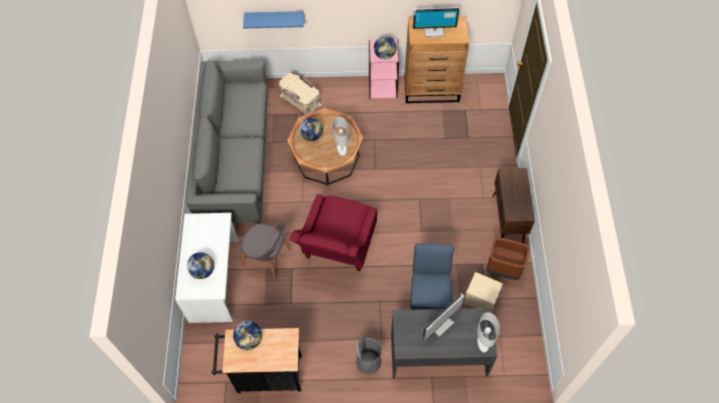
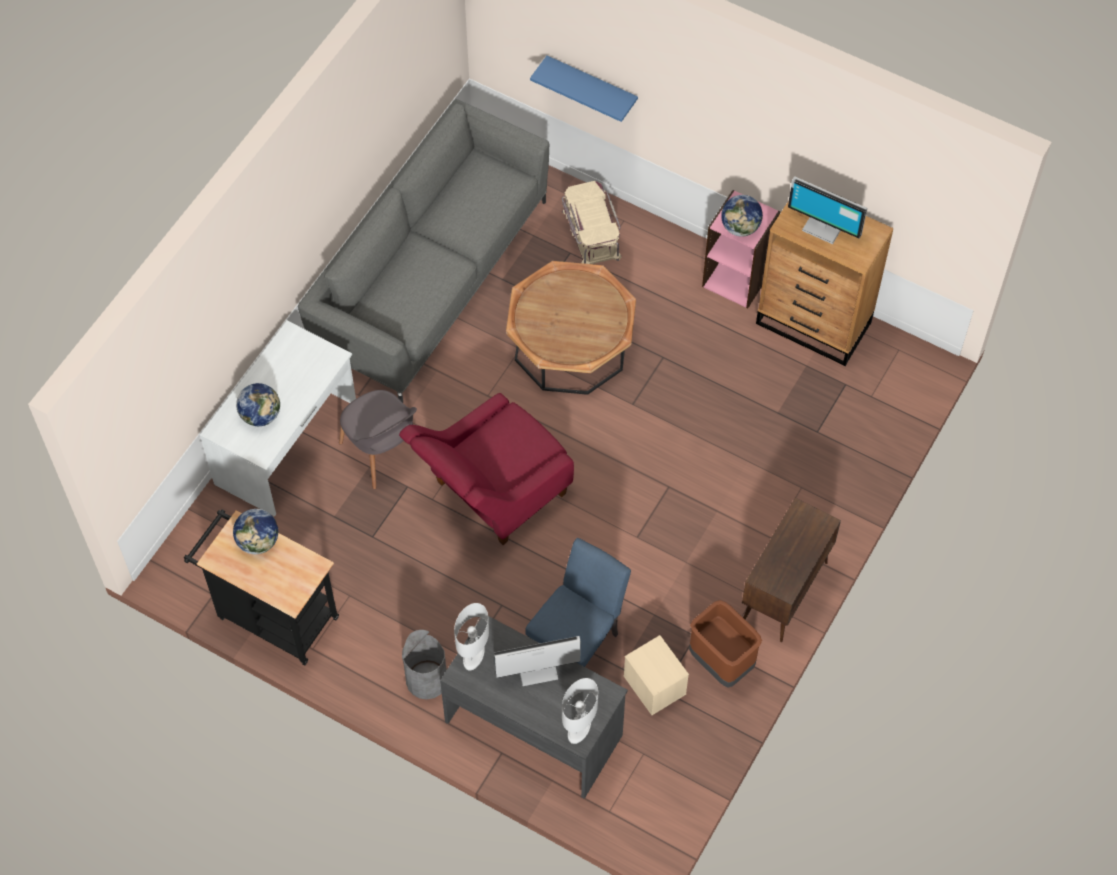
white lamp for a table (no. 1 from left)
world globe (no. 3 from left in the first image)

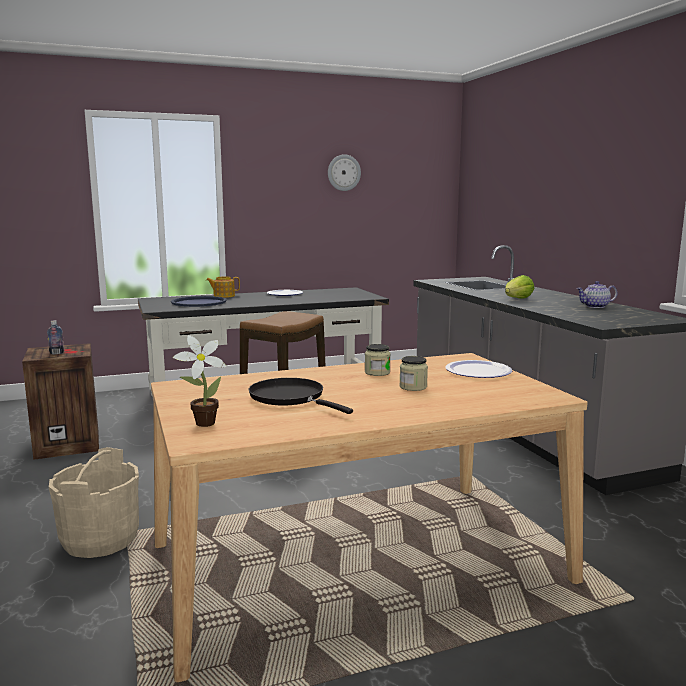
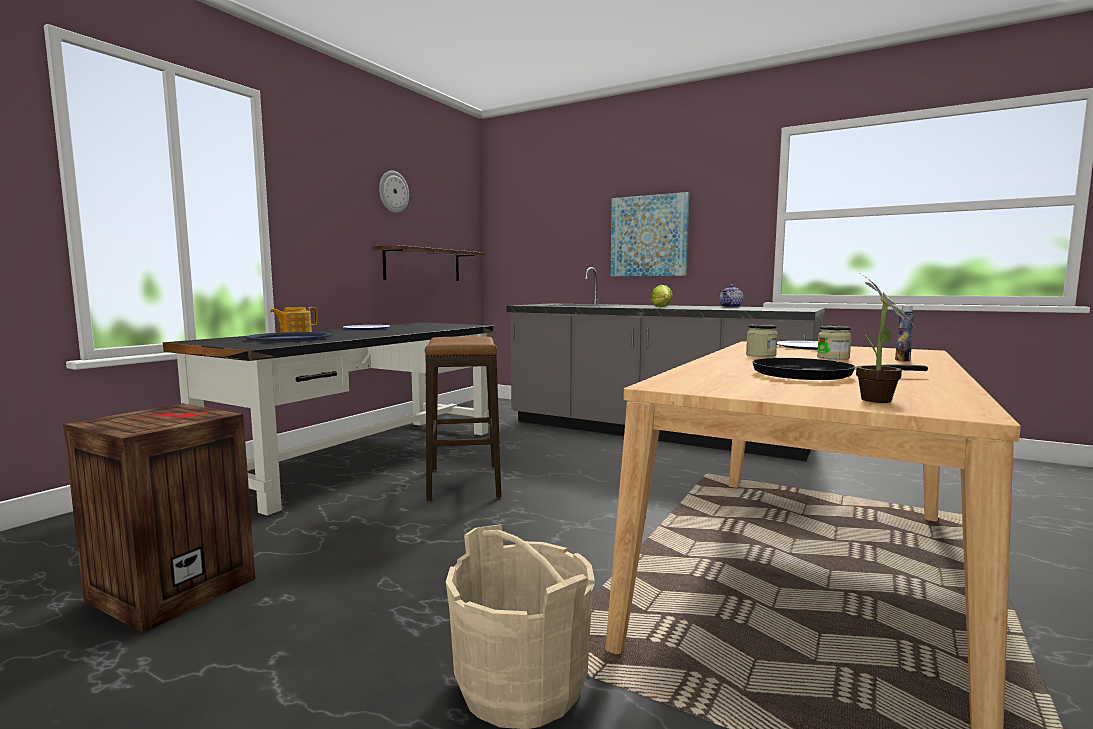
wall shelf
picture
drink bottle

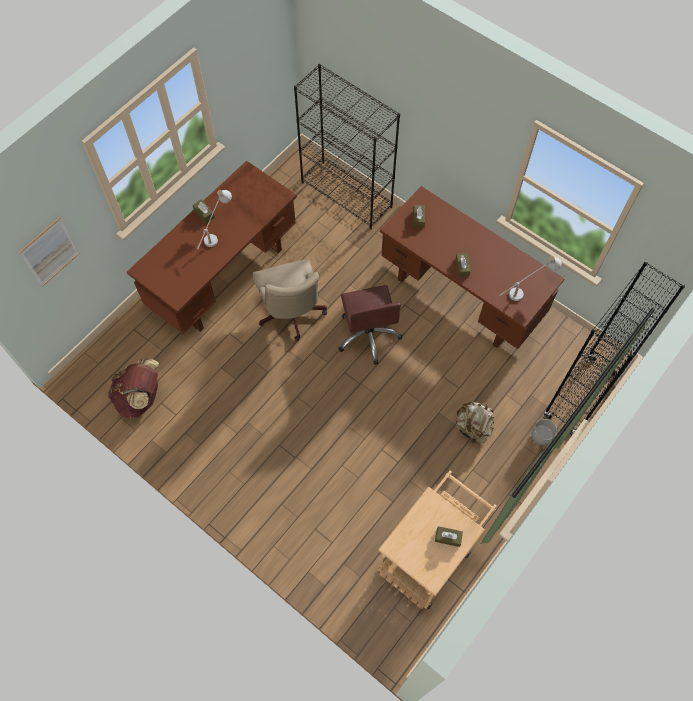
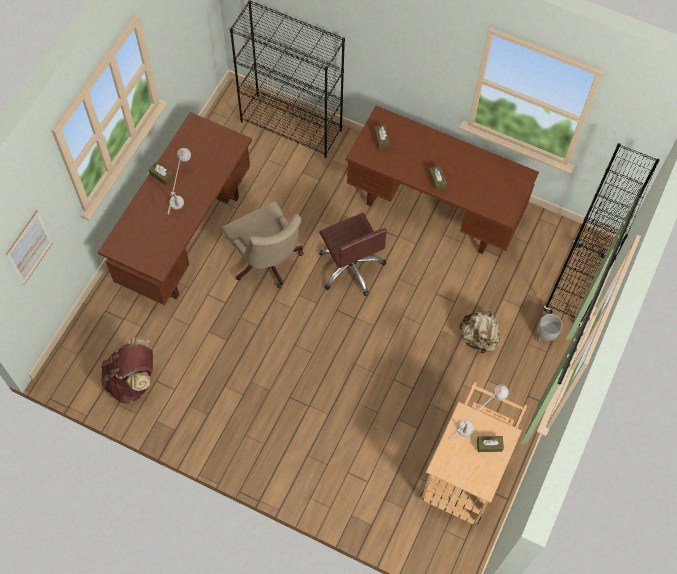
white lamp for a table (no. 2 from left)

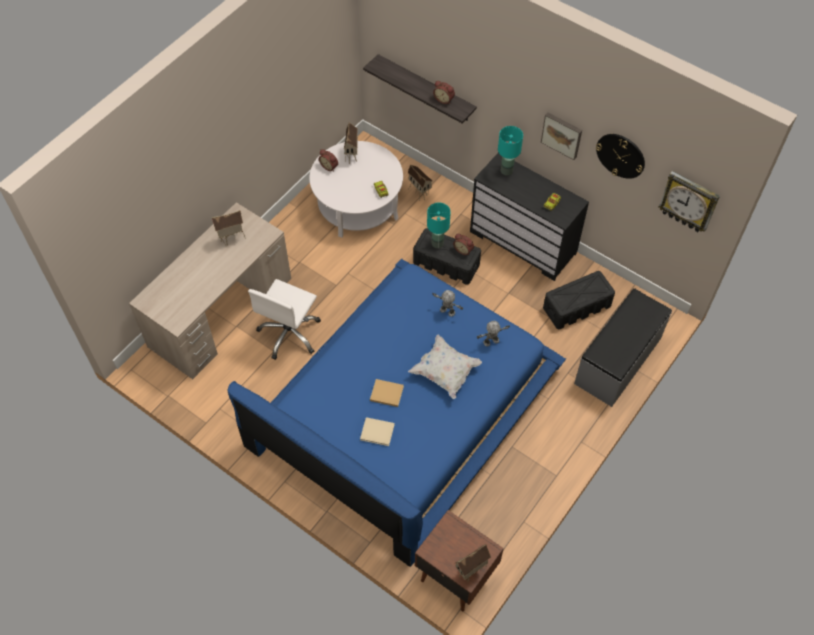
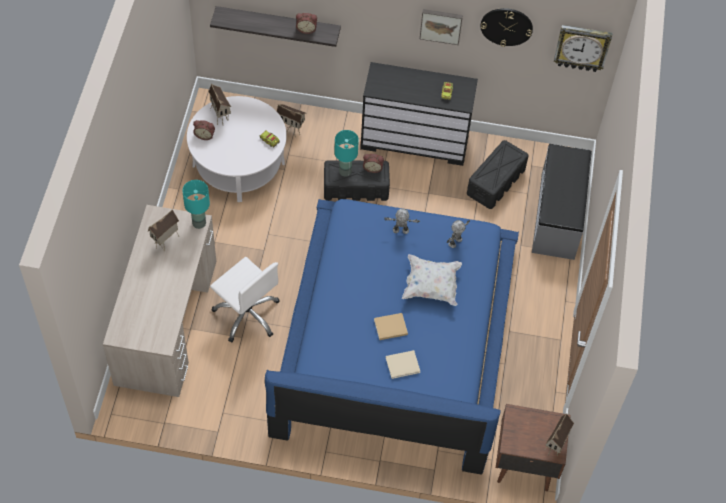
turquoise lamp for a table (no. 1 from left)
white office chair

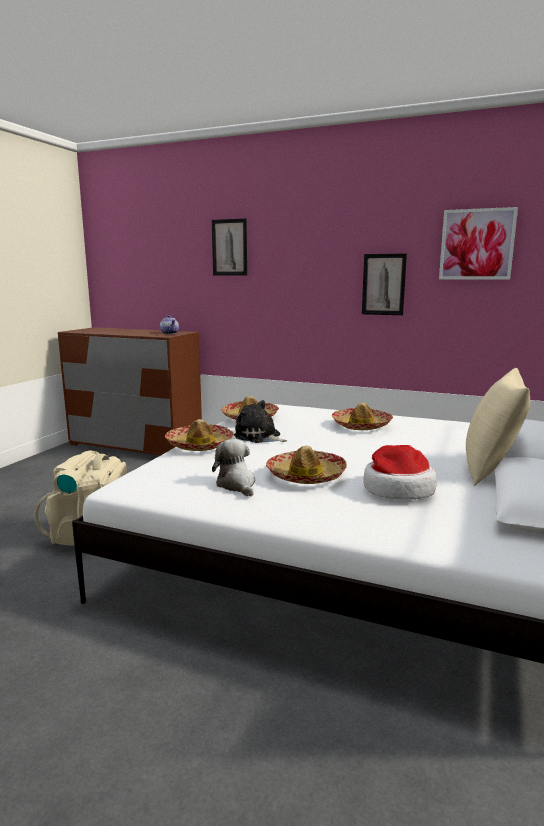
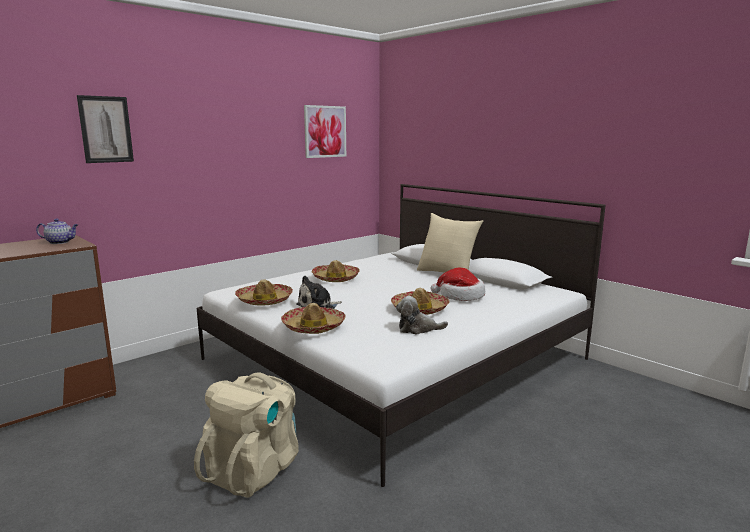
picture (no. 2 from left in the first image)

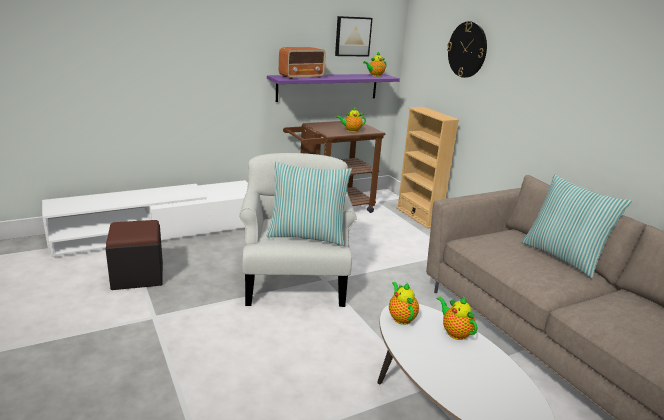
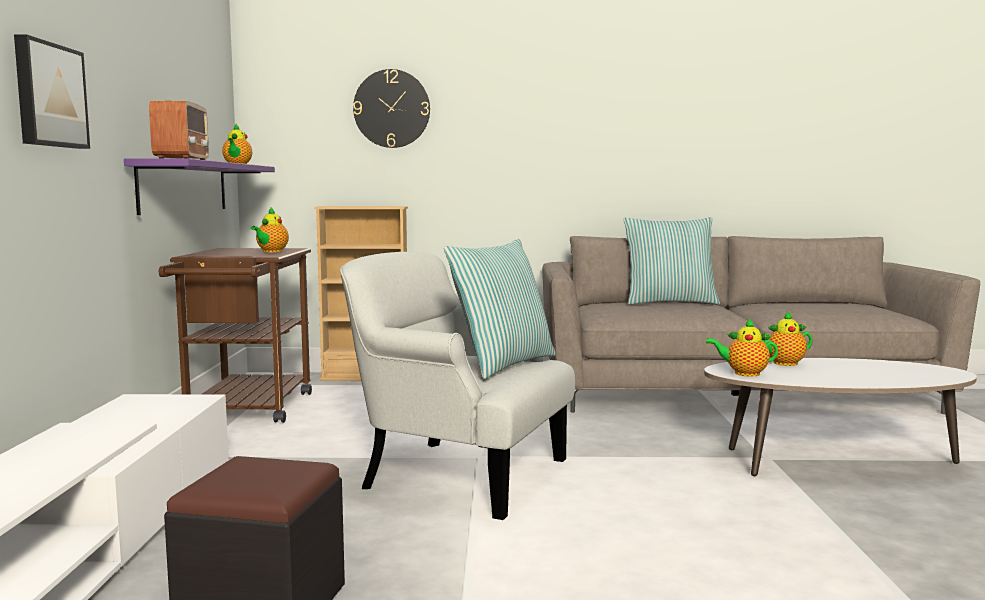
picture

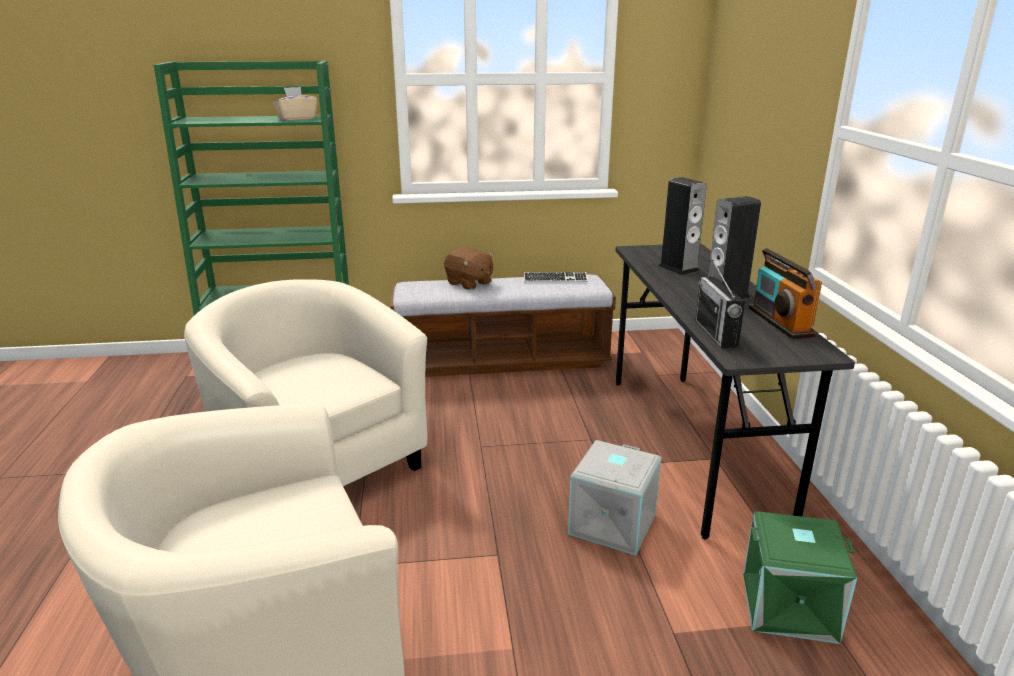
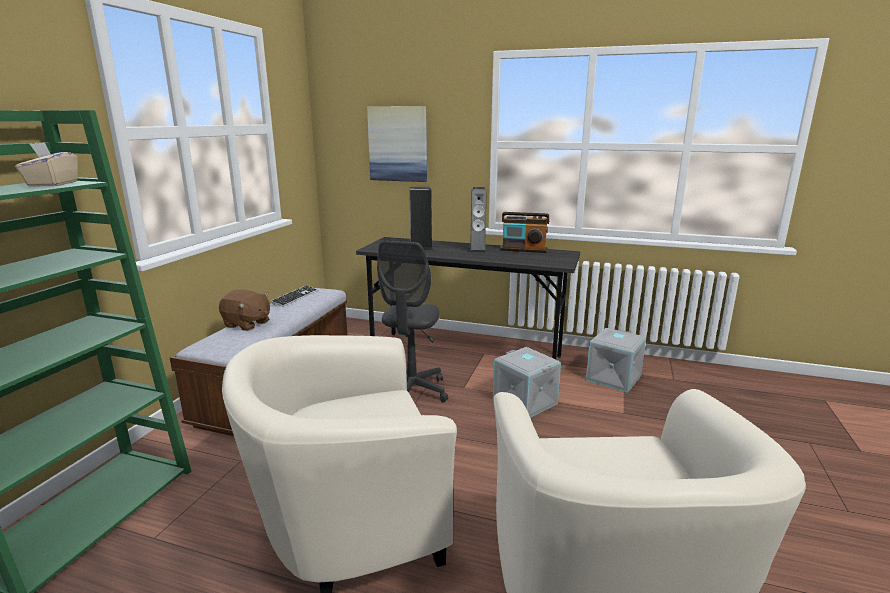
brownish soft toy
picture
gray office chair
gray storage container (no. 2 from left)
radio (no. 1 from left in the first image)

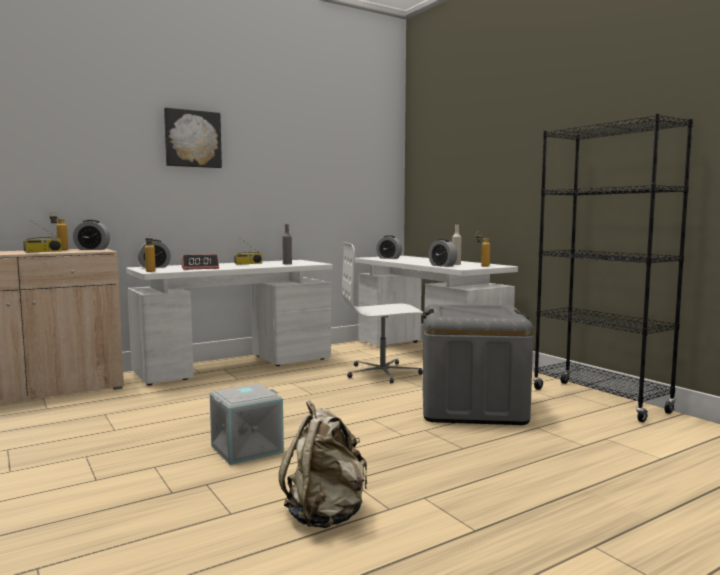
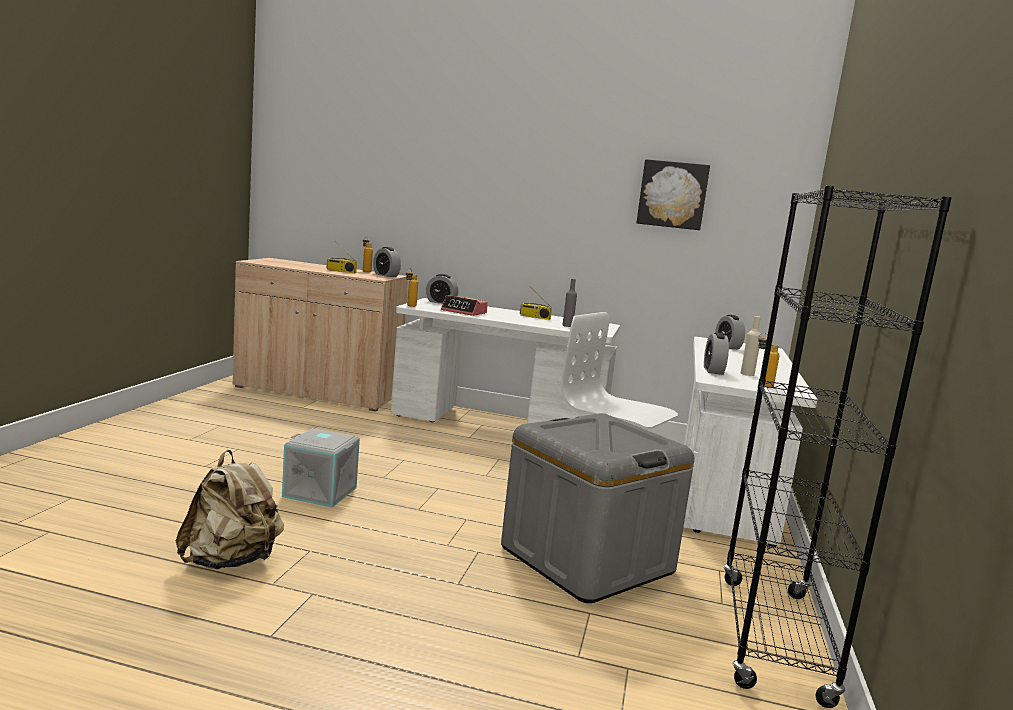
picture

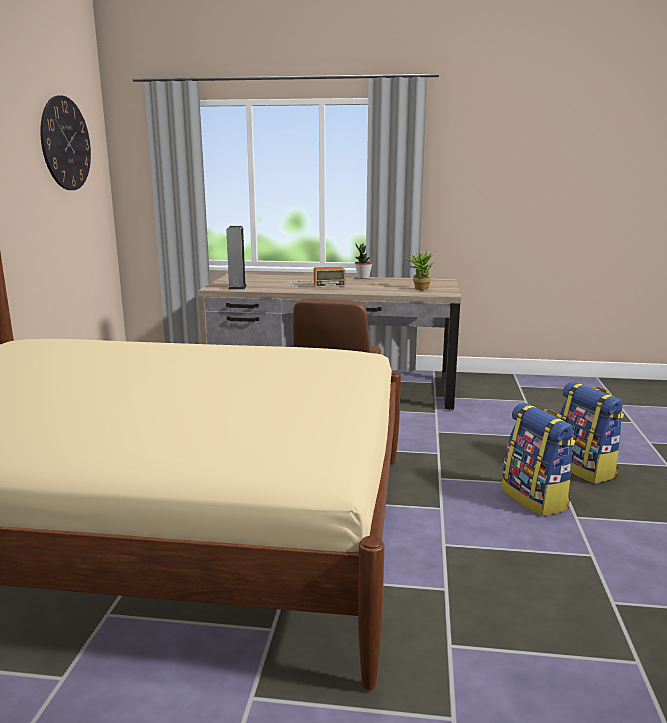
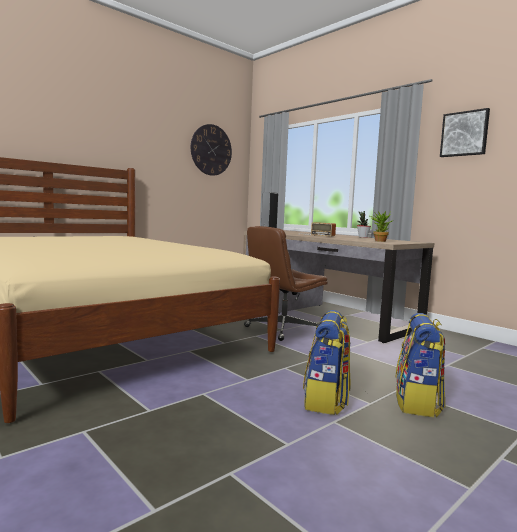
picture

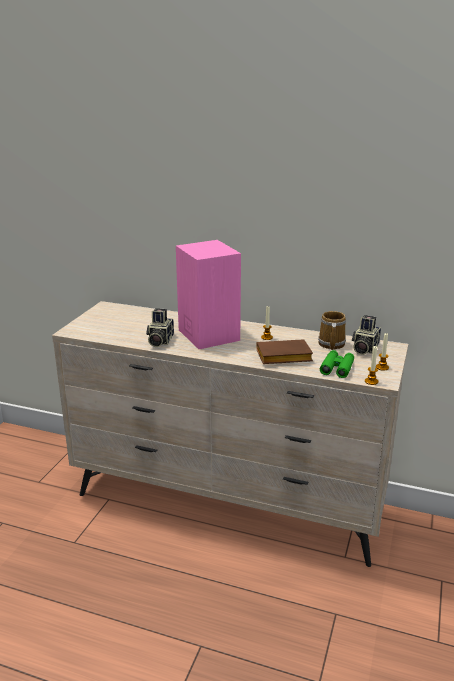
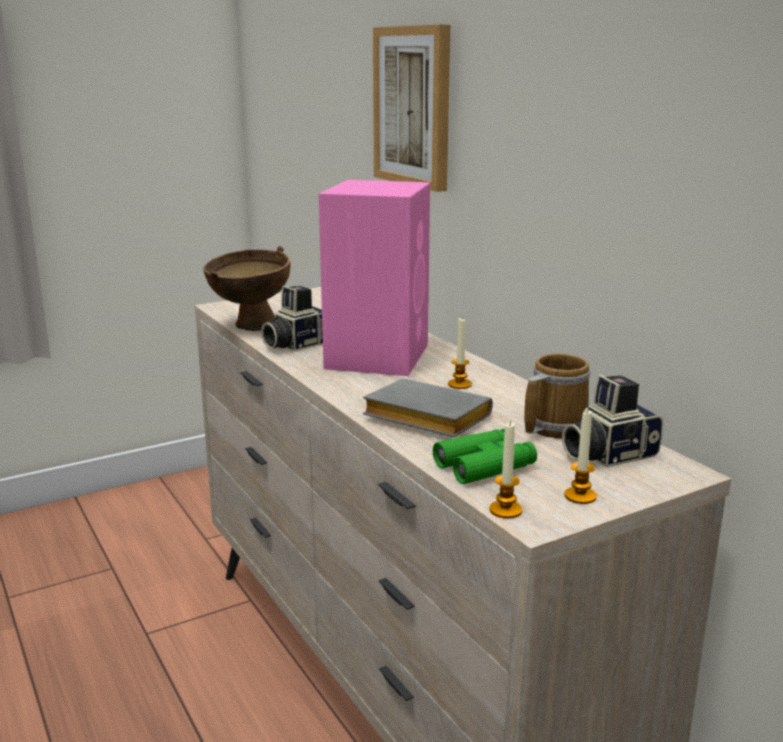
brownish bowl
gray book
picture

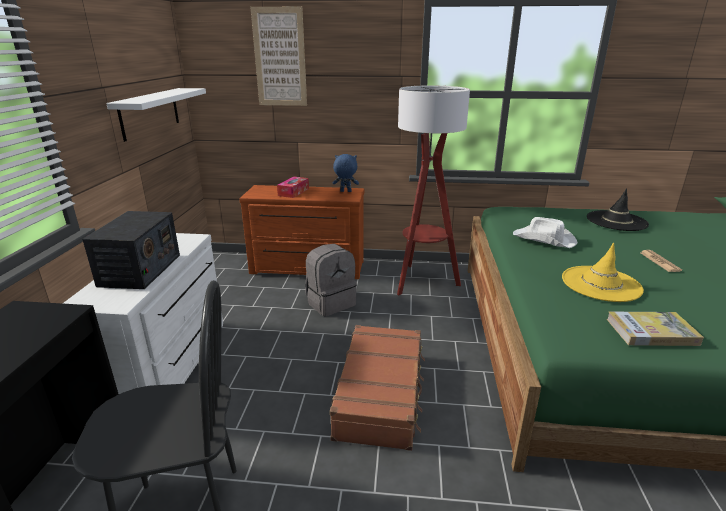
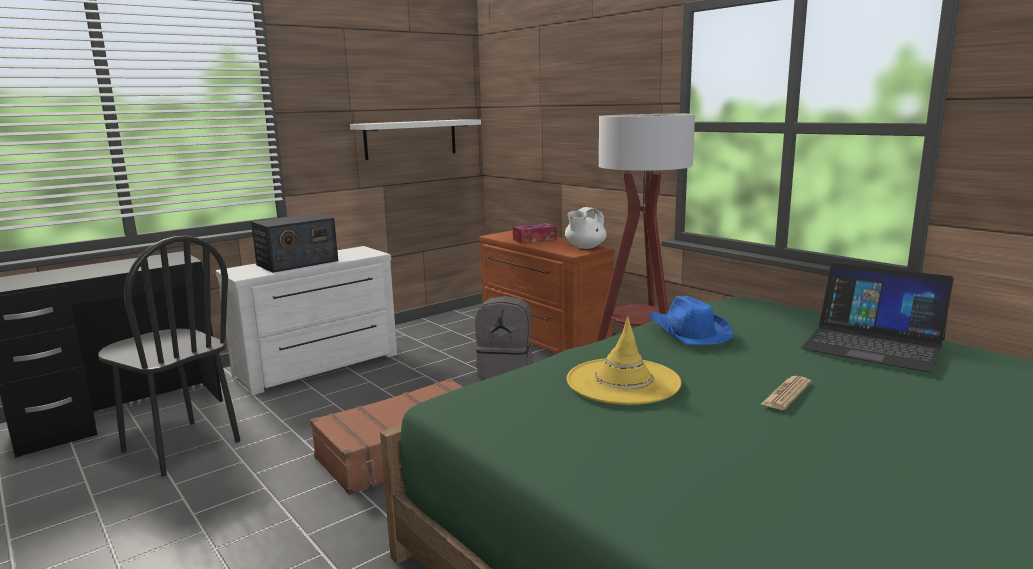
white teapot
blue clothing hat
notebook computer
picture
book

